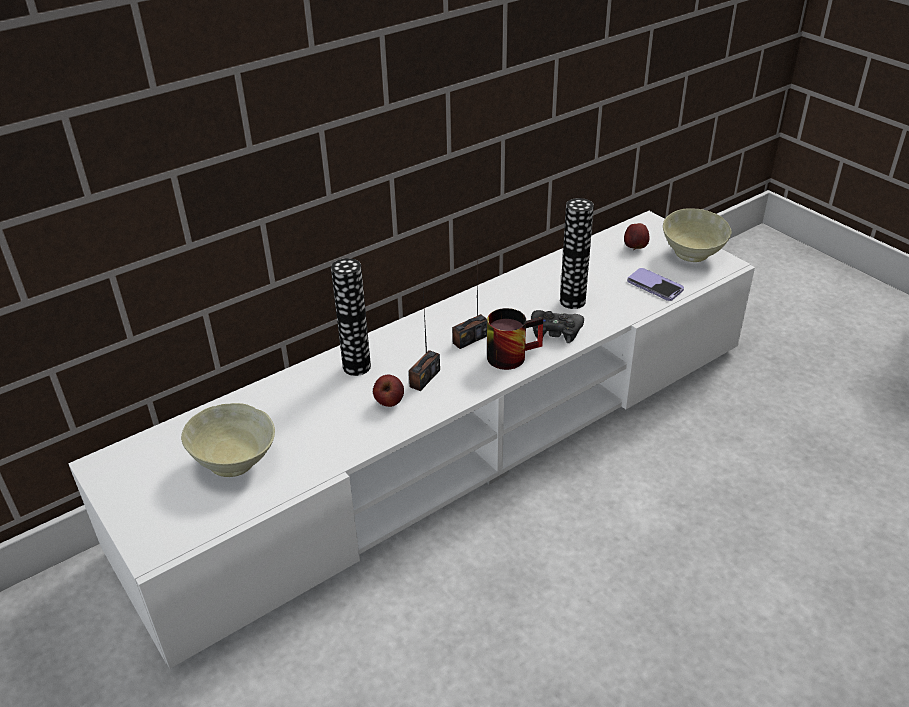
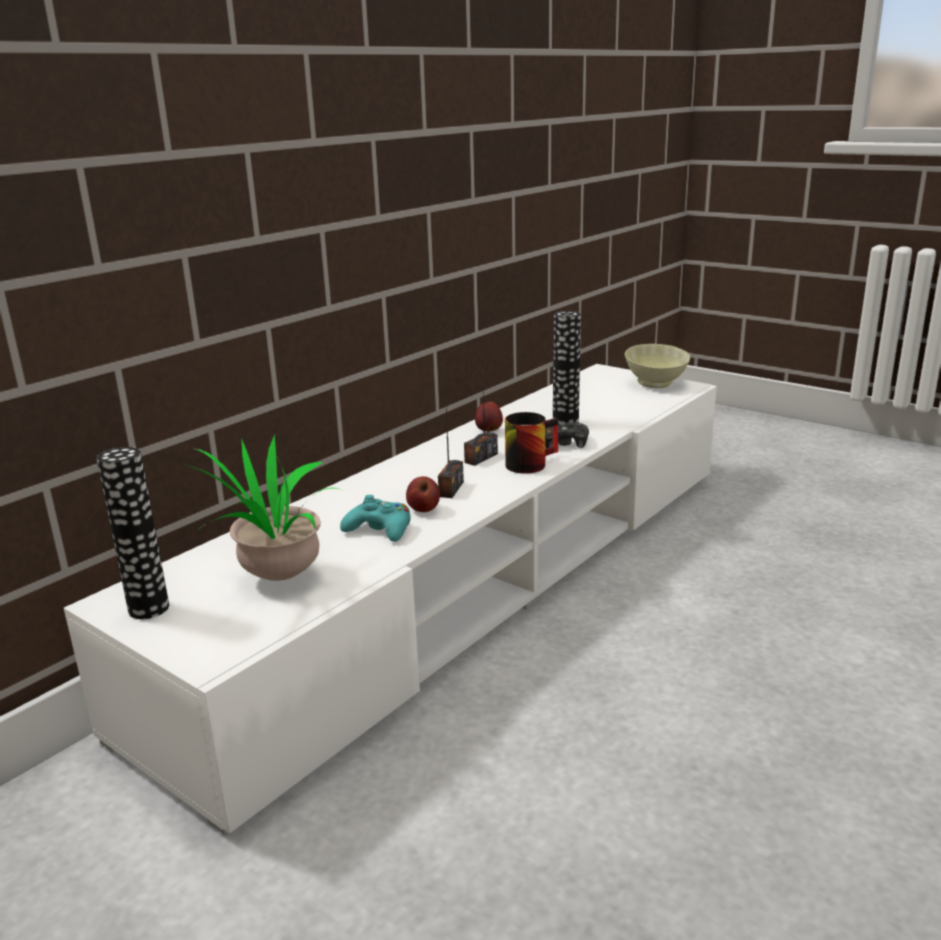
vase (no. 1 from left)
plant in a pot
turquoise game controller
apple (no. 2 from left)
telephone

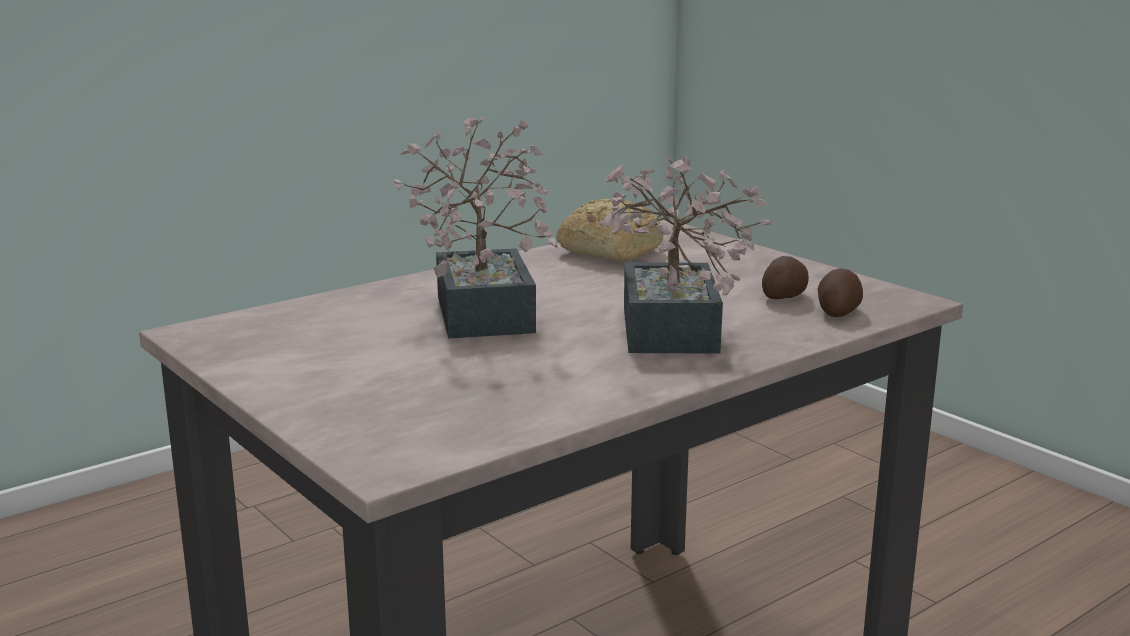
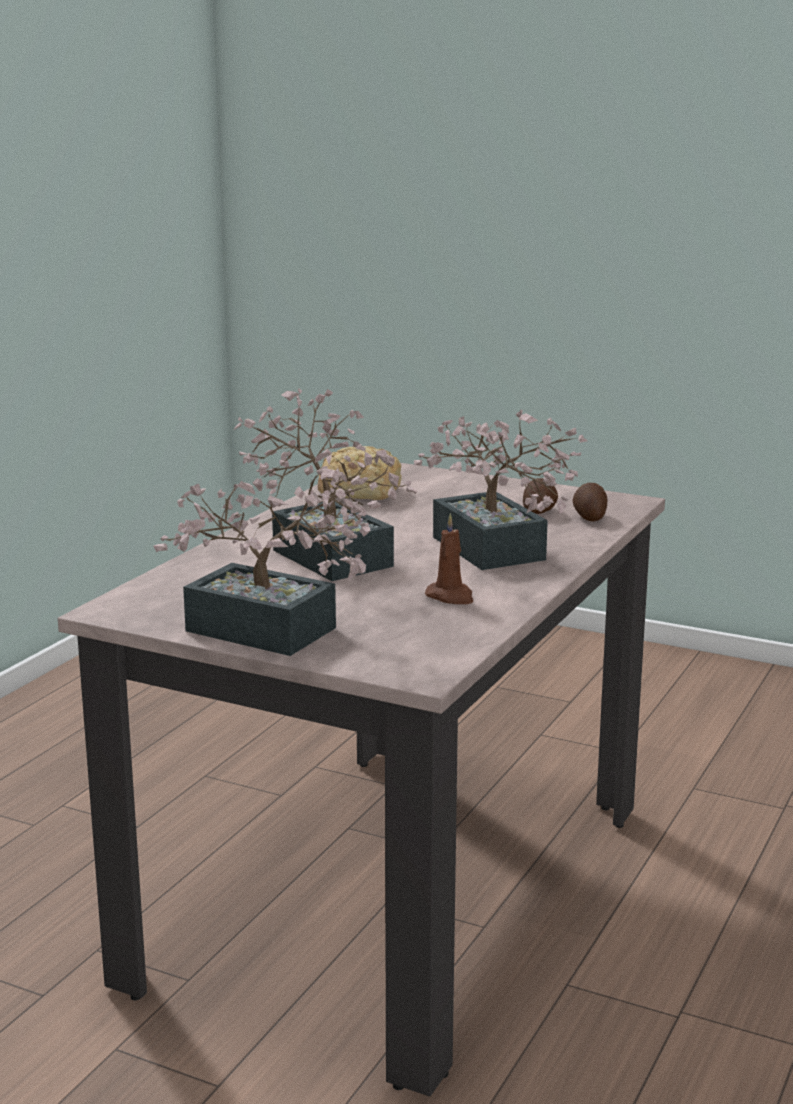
plant in a pot (no. 1 from left)
brownish wax light

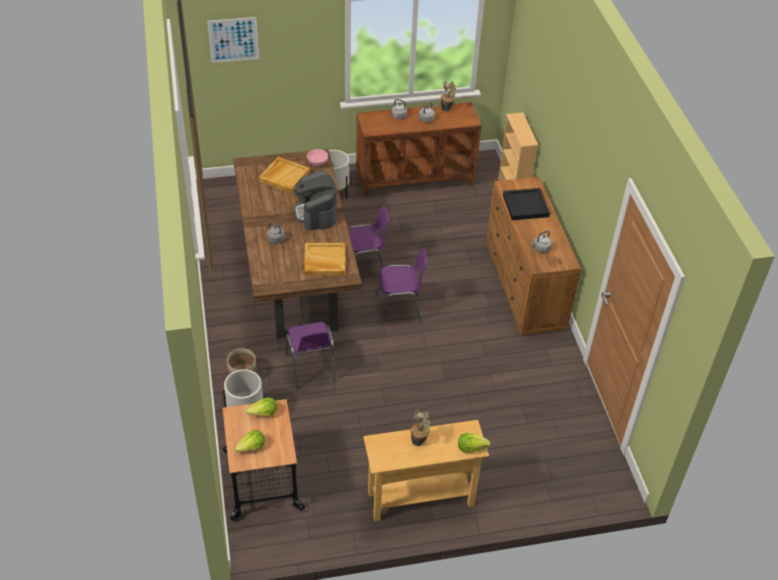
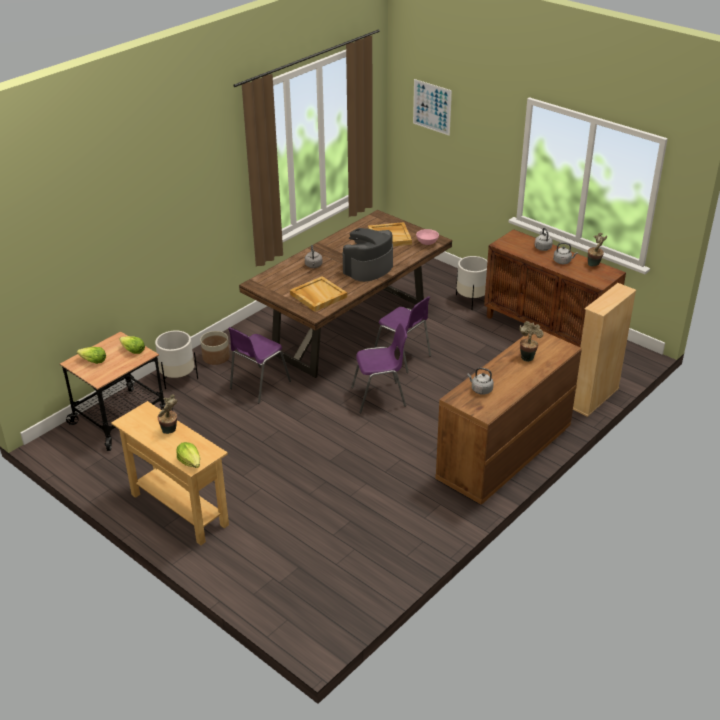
purplish plain chair (no. 2 from left)
plant in a pot (no. 2 from left)

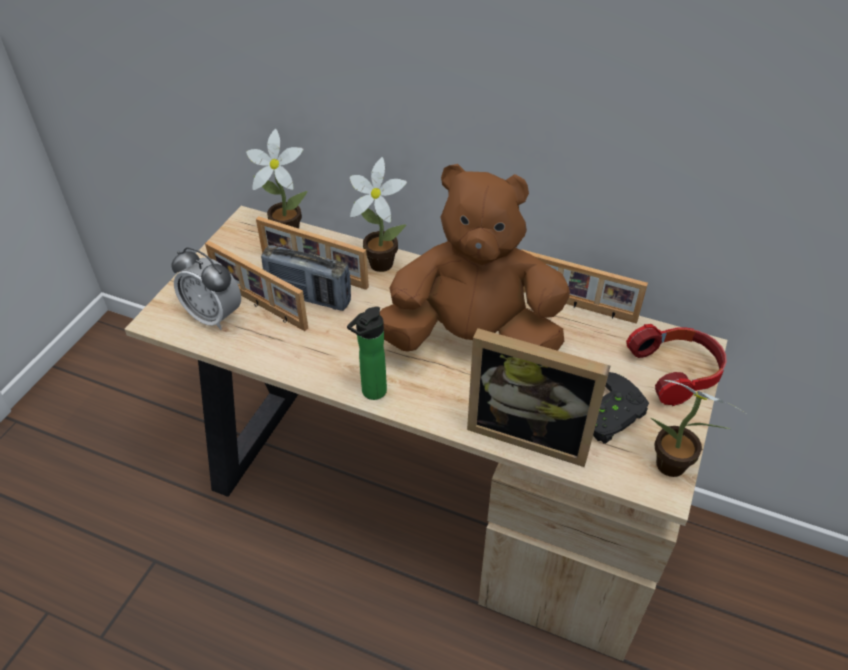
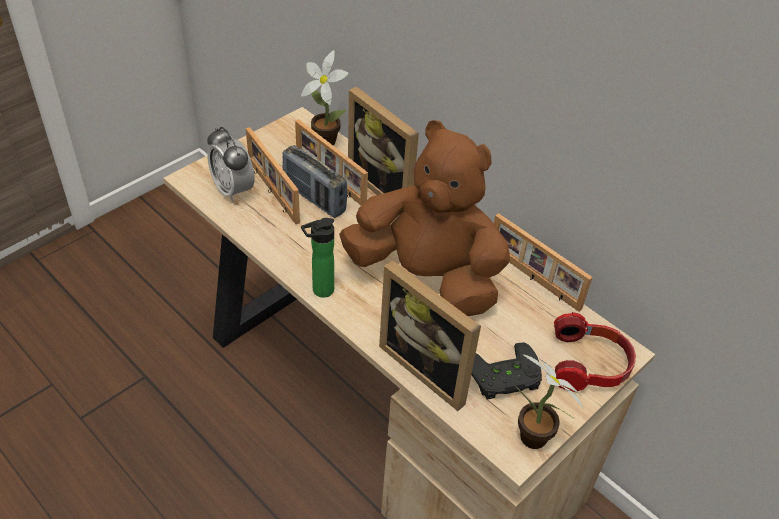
photo frame (no. 3 from left)

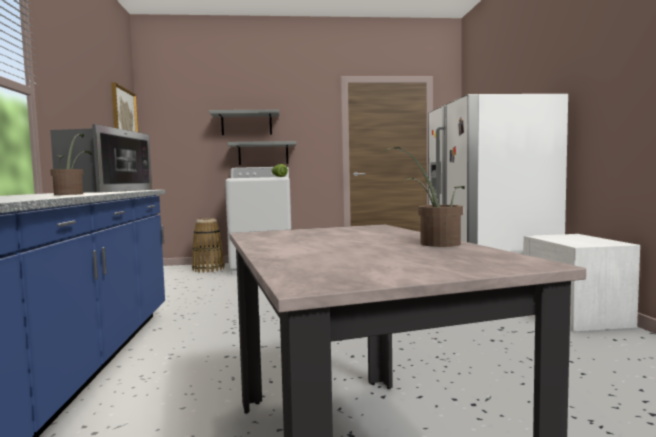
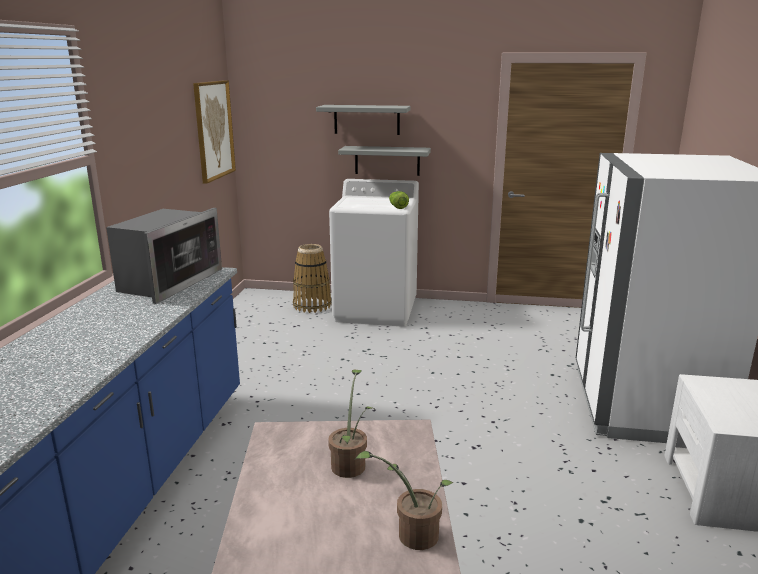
plant in a pot (no. 1 from left)

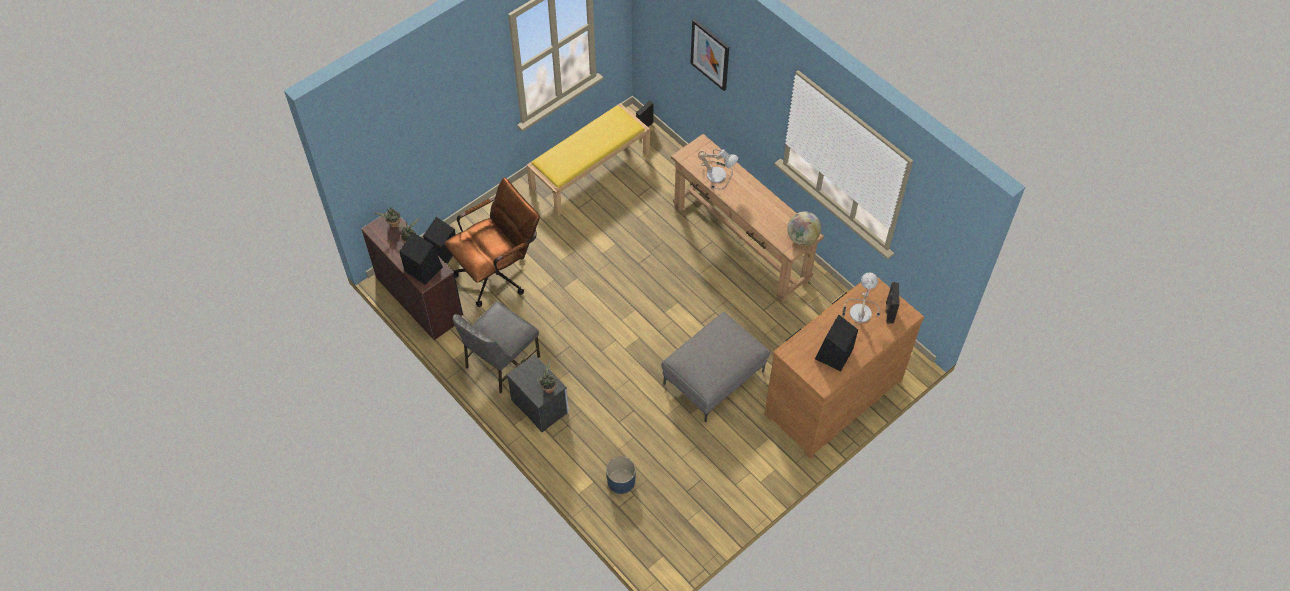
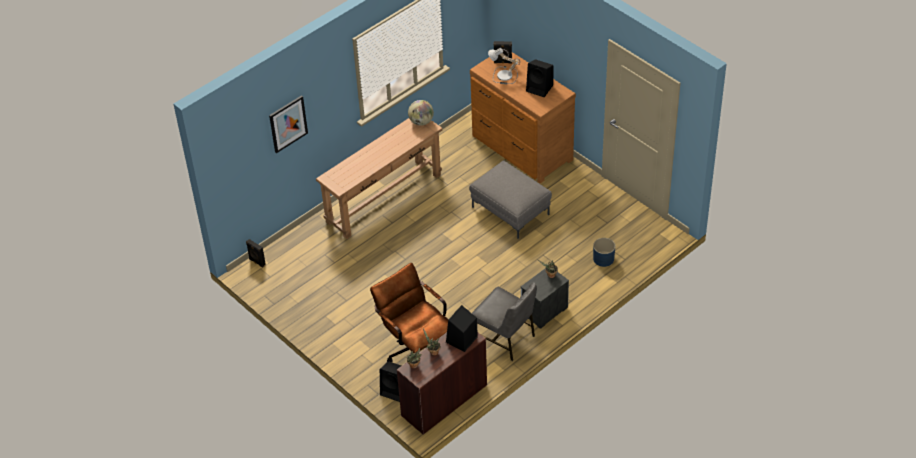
yellow-coloured indoor bench
lamp for a table (no. 1 from left in the first image)

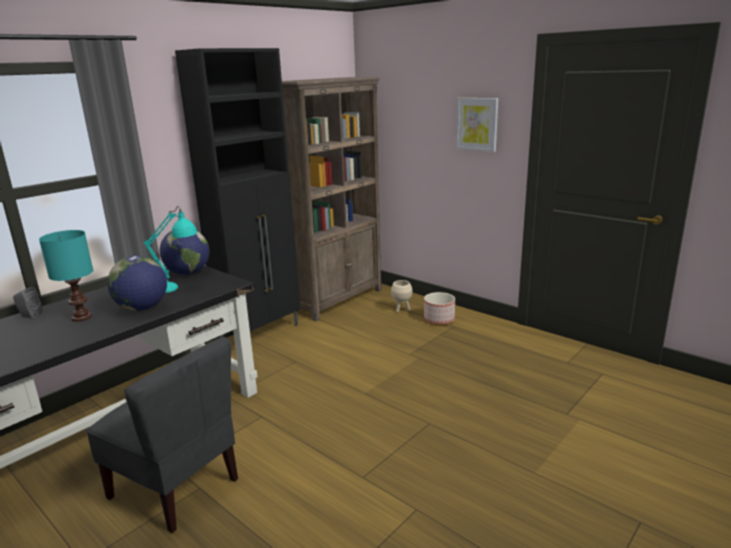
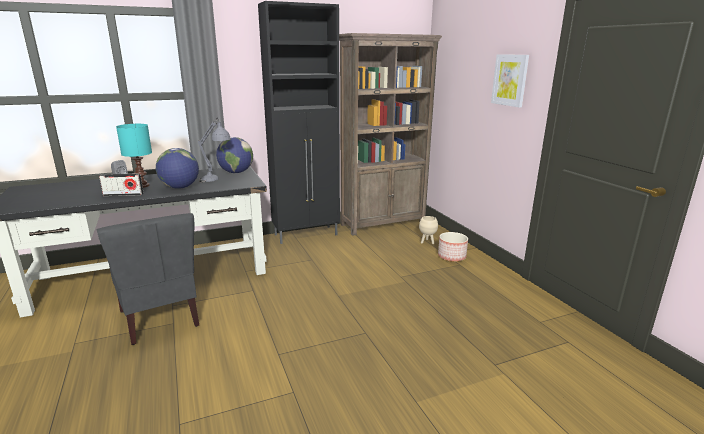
radio
gray lamp for a table

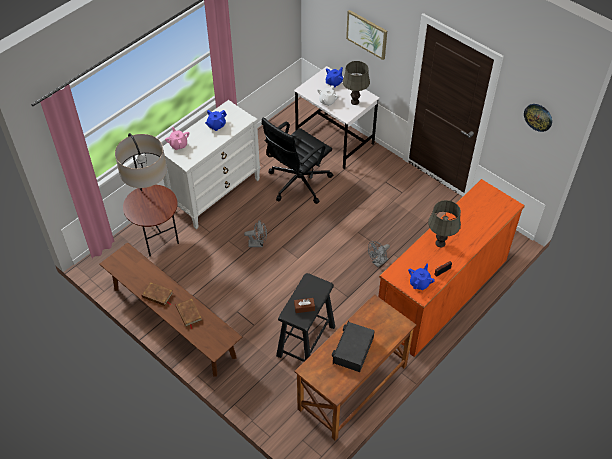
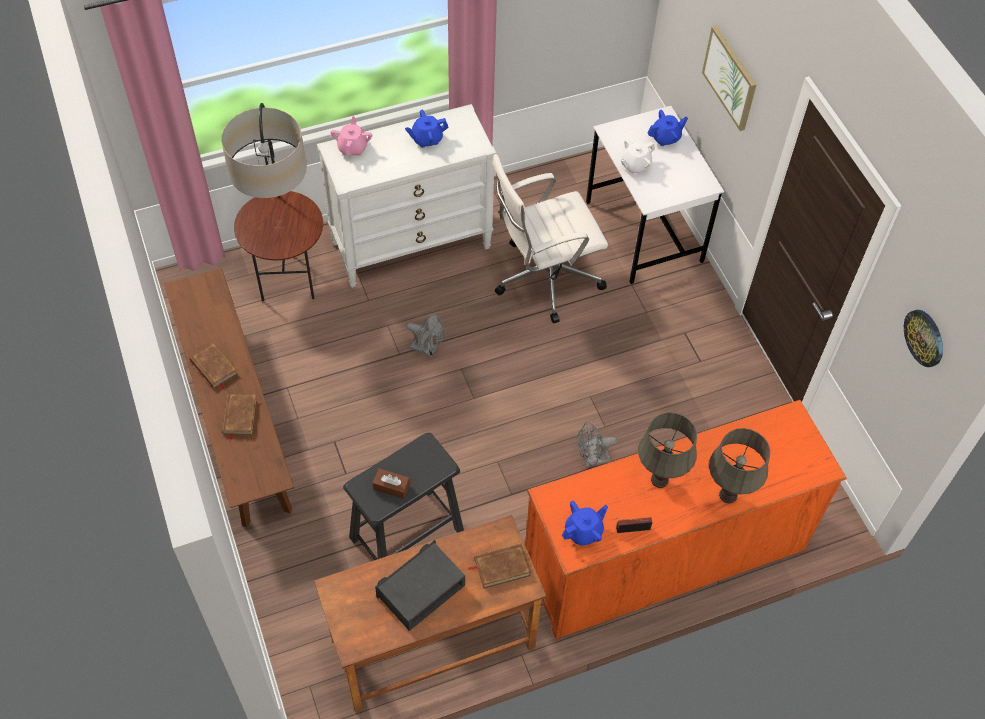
brownish book (no. 3 from left)
white office chair
gray lamp for a table (no. 2 from left)

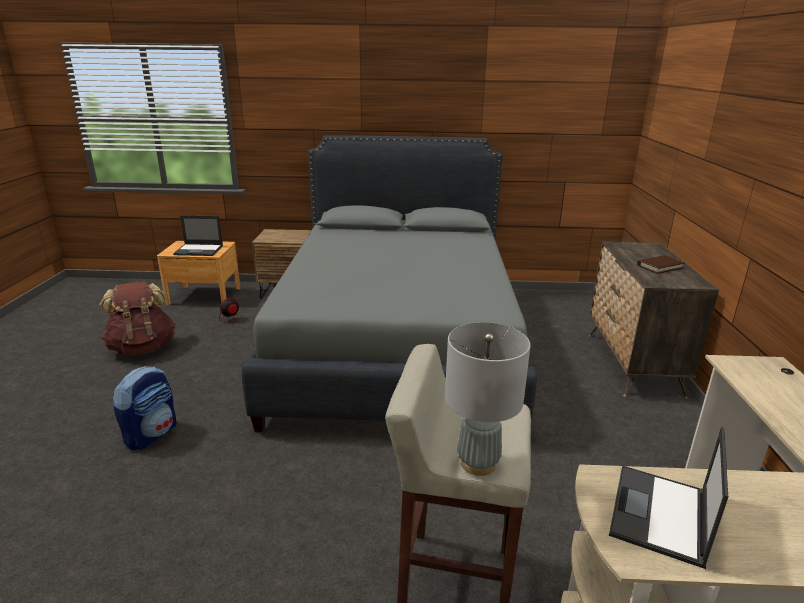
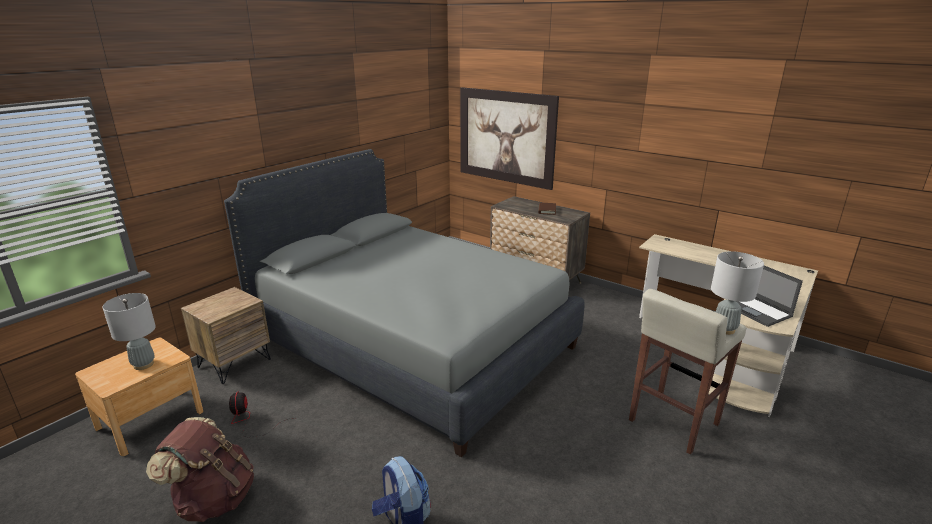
gray lamp for a table (no. 1 from left)
picture

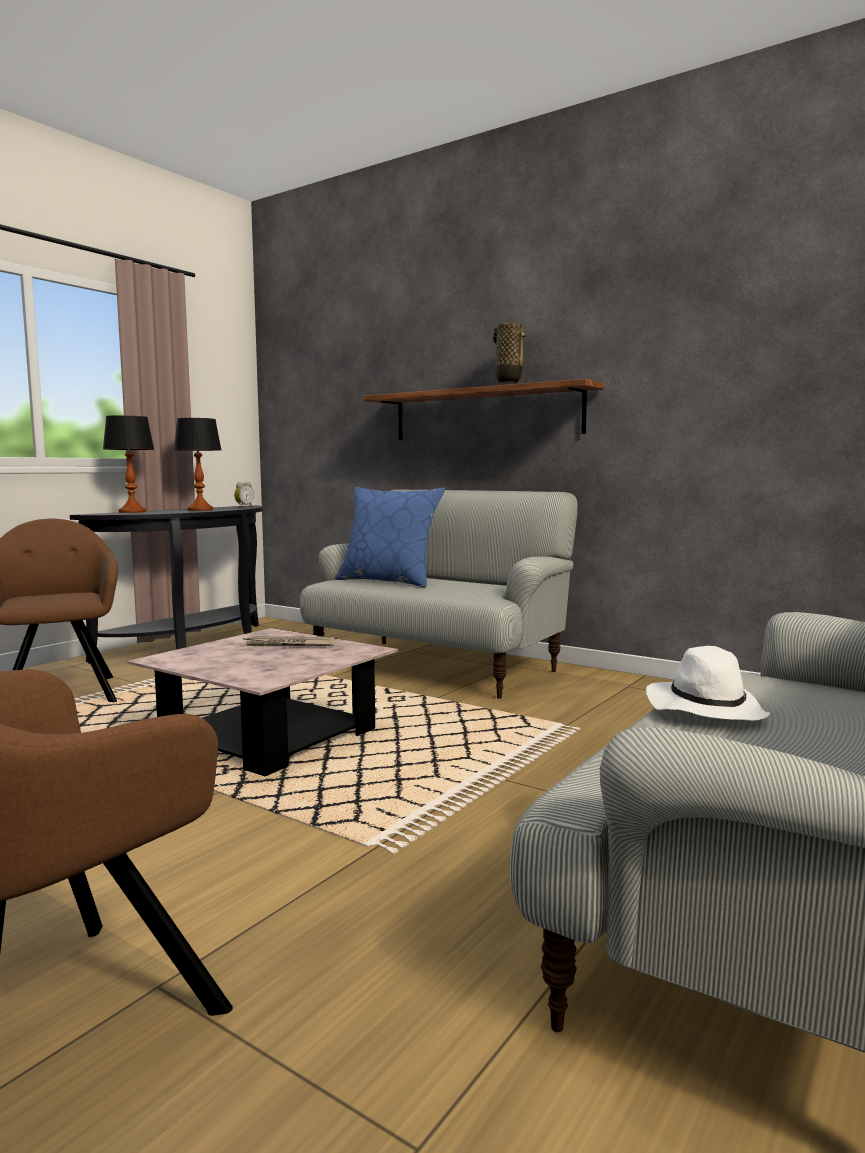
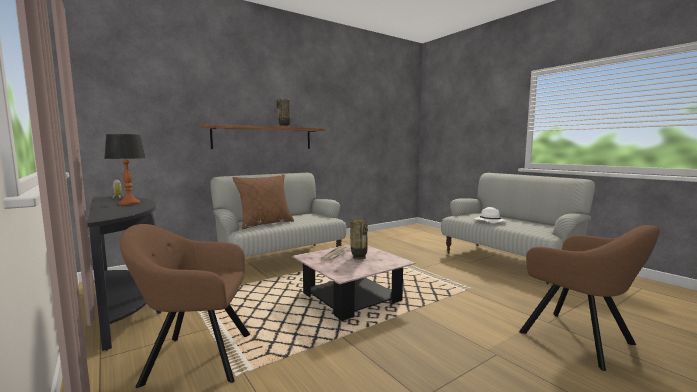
brownish cushion
vase (no. 2 from left)
lamp for a table (no. 1 from left in the first image)

